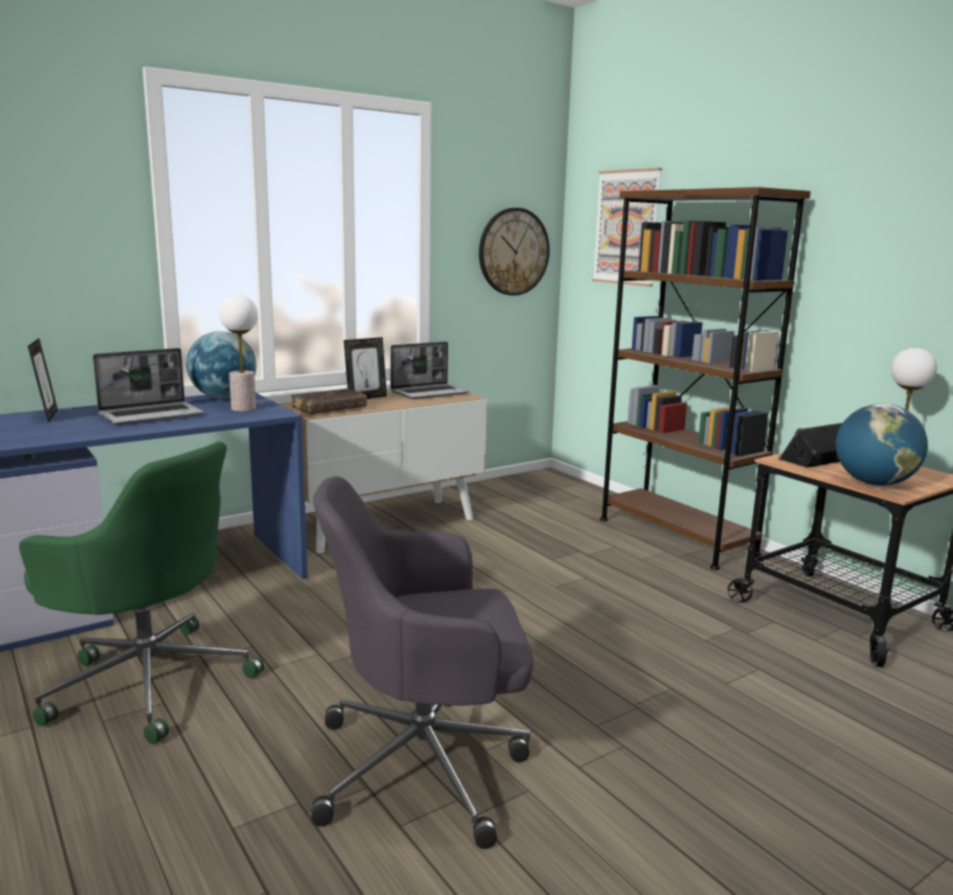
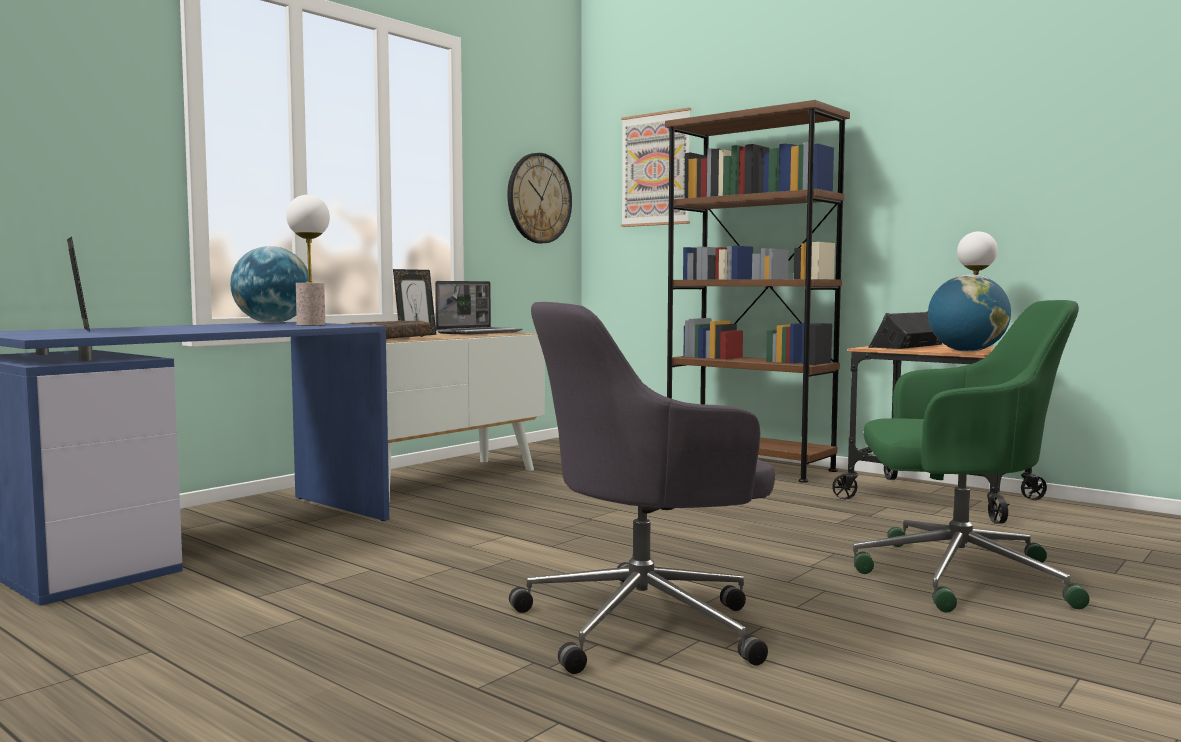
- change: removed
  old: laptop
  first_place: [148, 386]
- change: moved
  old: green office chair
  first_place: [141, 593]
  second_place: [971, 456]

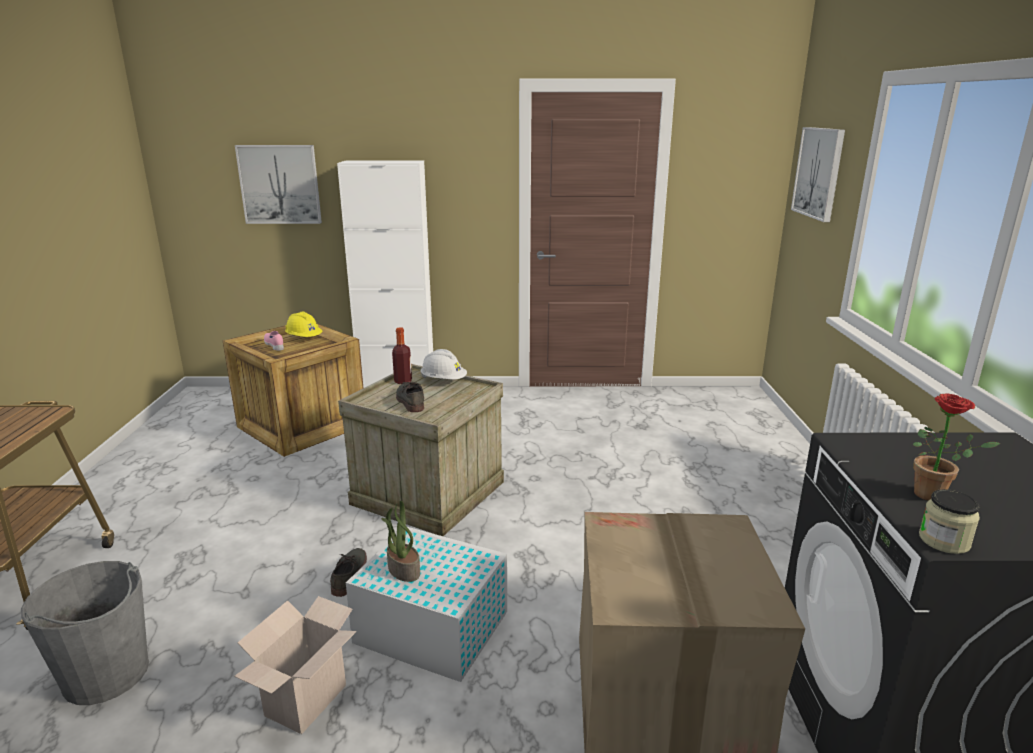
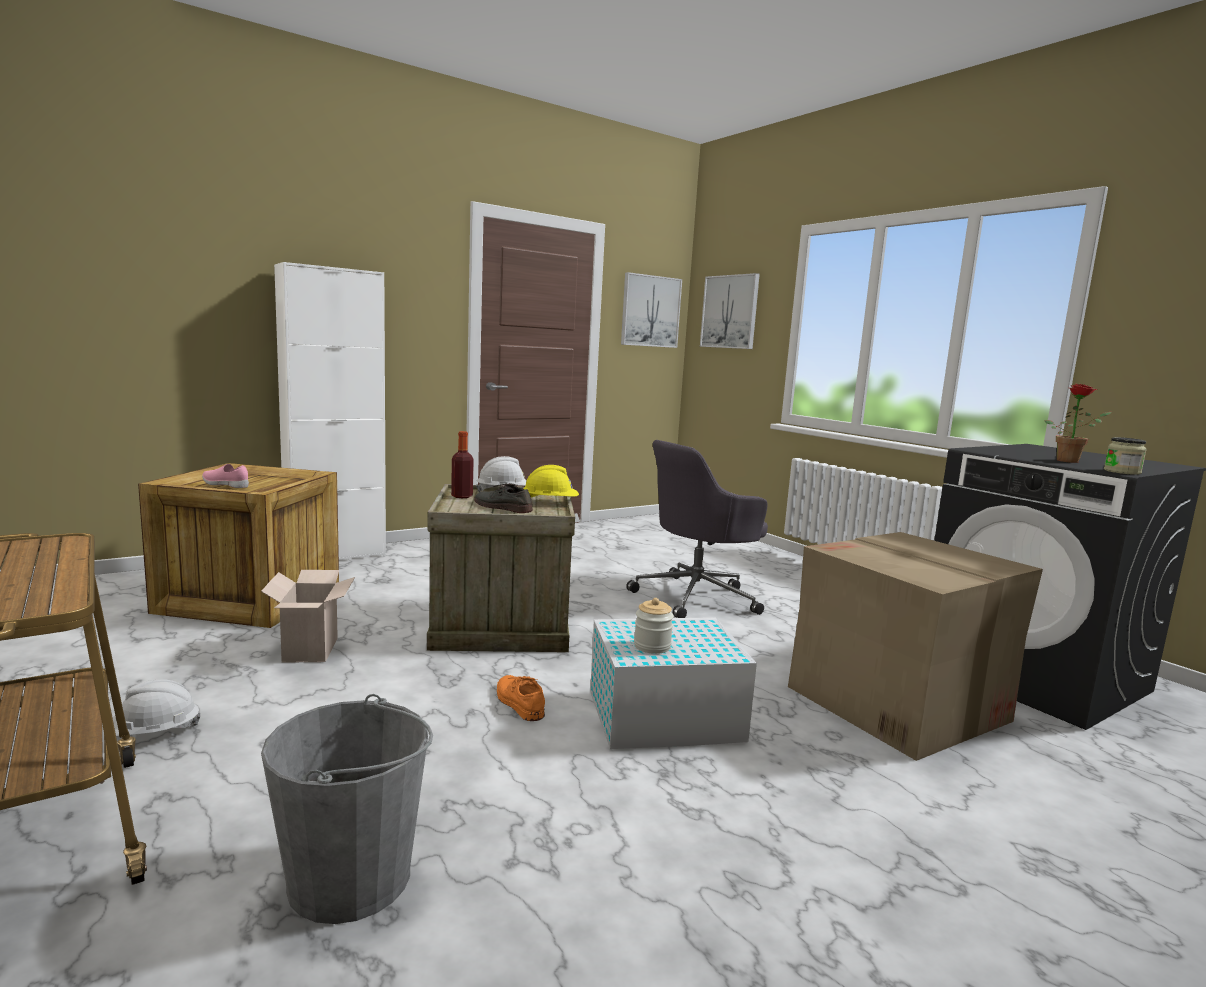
- change: moved
  old: picture
  first_place: [278, 184]
  second_place: [651, 310]
- change: moved
  old: yellow hard hat
  first_place: [303, 324]
  second_place: [551, 481]
- change: replaced
  old: potted plant
  new: jar
  first_place: [400, 541]
  second_place: [654, 626]
- change: recoloured
  old: grey shoe
  new: orange shoe
  first_place: [348, 572]
  second_place: [521, 698]
- change: moved
  old: cardboard box
  first_place: [295, 665]
  second_place: [308, 616]
- change: added
  new: grey office chair
  second_place: [697, 529]
- change: added
  new: white hard hat
  second_place: [156, 707]

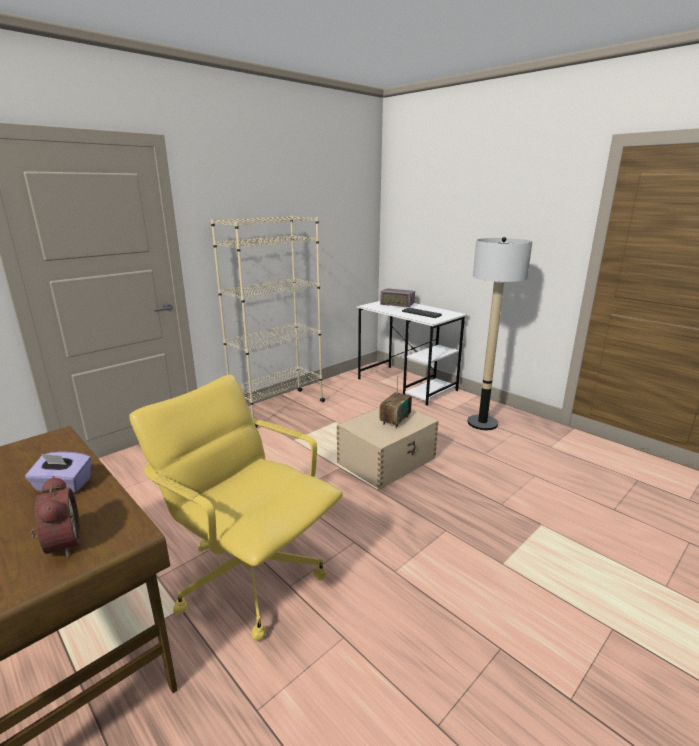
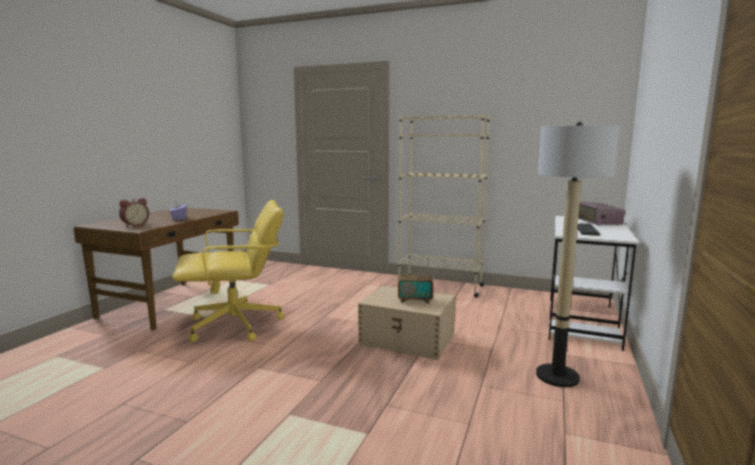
- change: turned
  old: yellow office chair
  first_place: [236, 508]
  second_place: [228, 271]
  degrees: 60

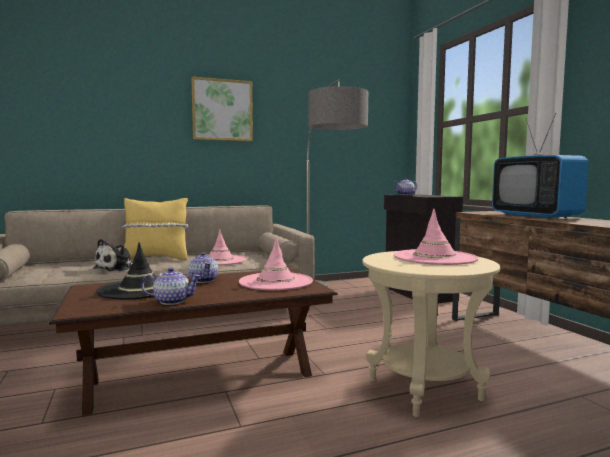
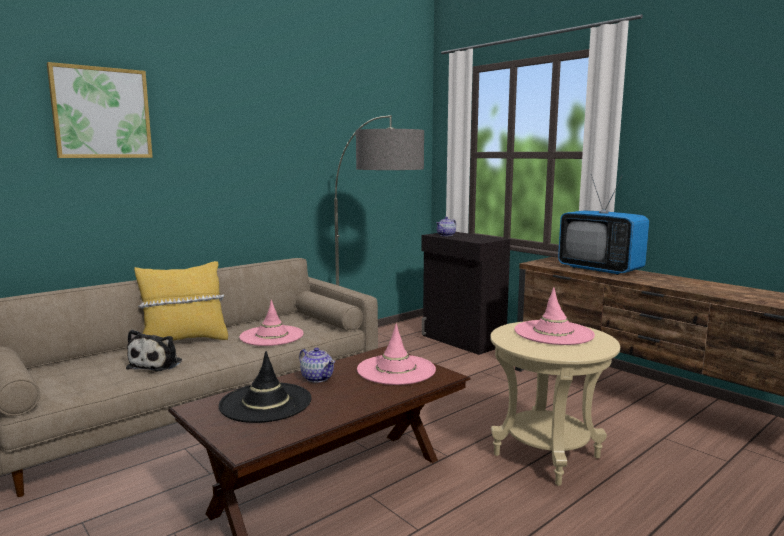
- change: moved
  old: picture
  first_place: [222, 108]
  second_place: [100, 110]
- change: removed
  old: teapot
  first_place: [171, 286]

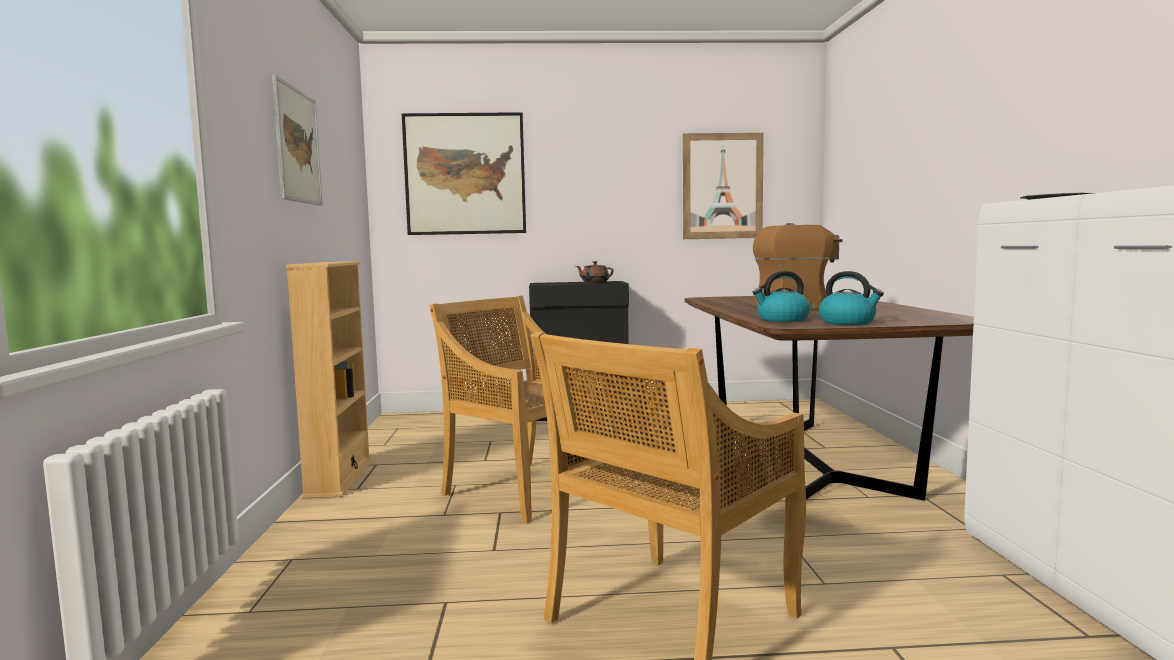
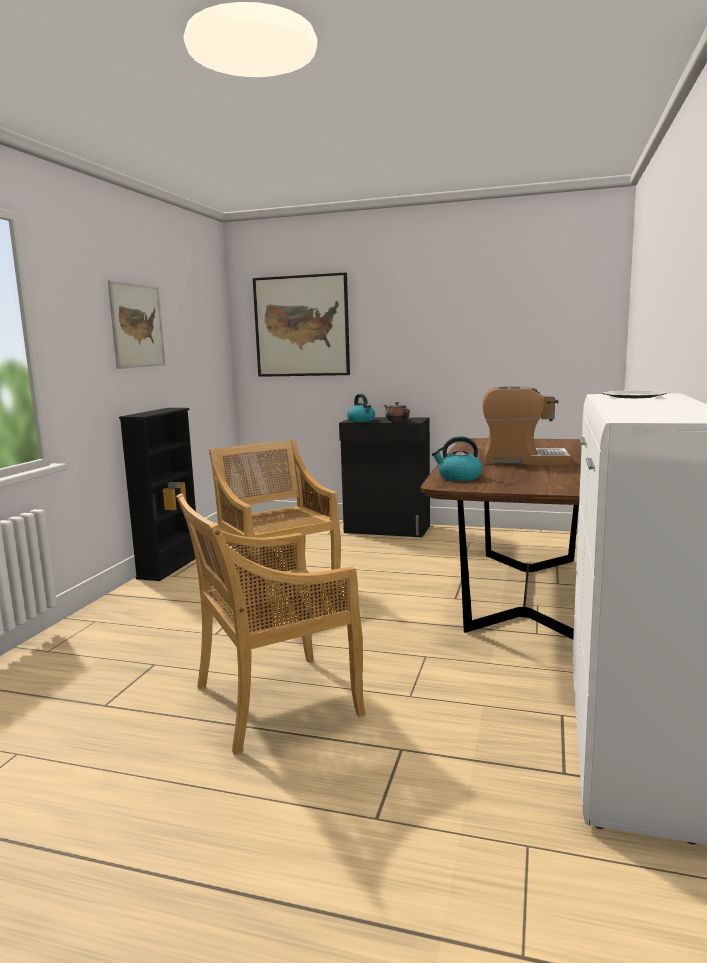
- change: removed
  old: picture
  first_place: [723, 186]
- change: recoloured
  old: beige bookcase
  new: black bookcase
  first_place: [329, 379]
  second_place: [157, 494]
- change: moved
  old: kettle
  first_place: [851, 298]
  second_place: [361, 408]

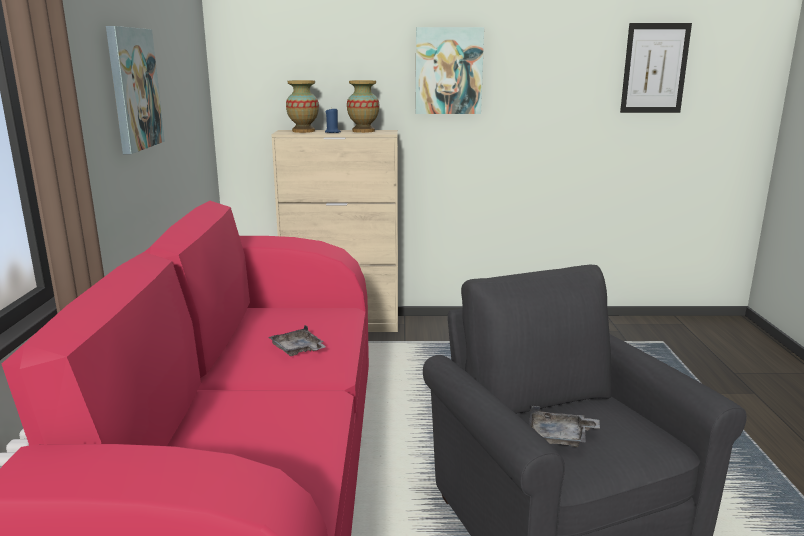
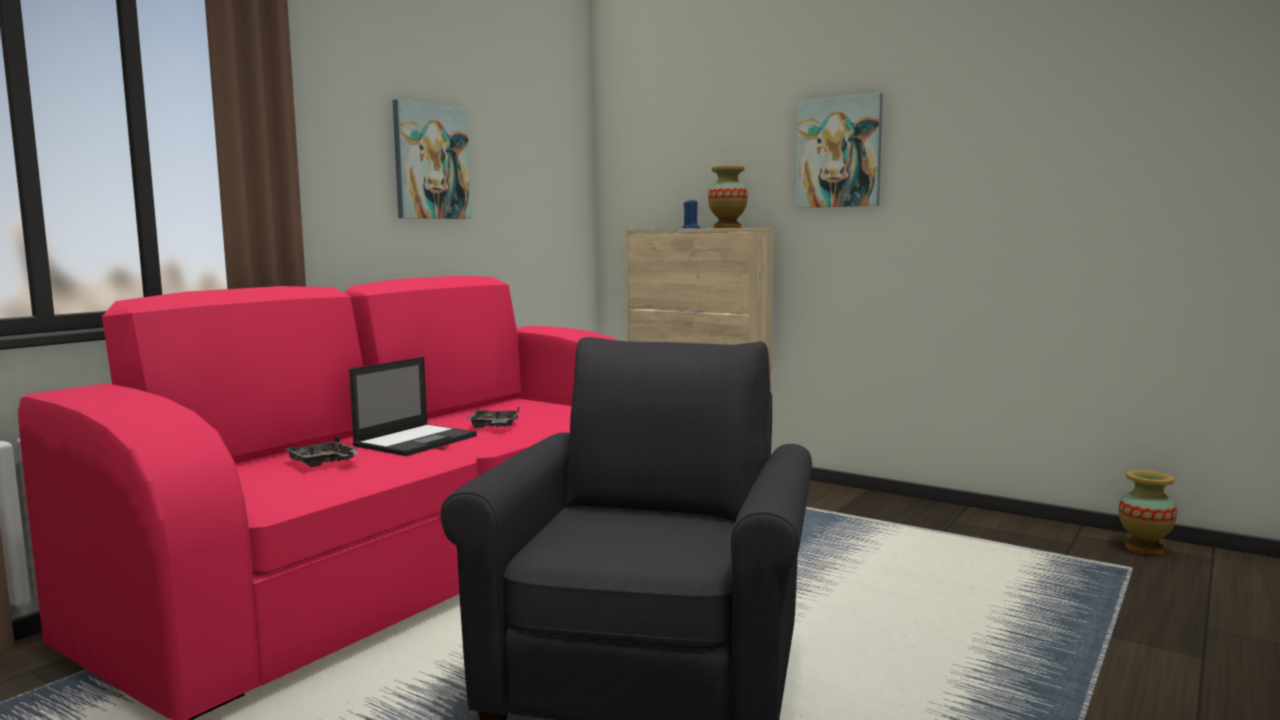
- change: removed
  old: picture
  first_place: [656, 68]
- change: moved
  old: vase
  first_place: [302, 106]
  second_place: [1148, 512]
- change: moved
  old: grey tray
  first_place: [564, 426]
  second_place: [321, 451]
- change: added
  new: laptop
  second_place: [413, 406]

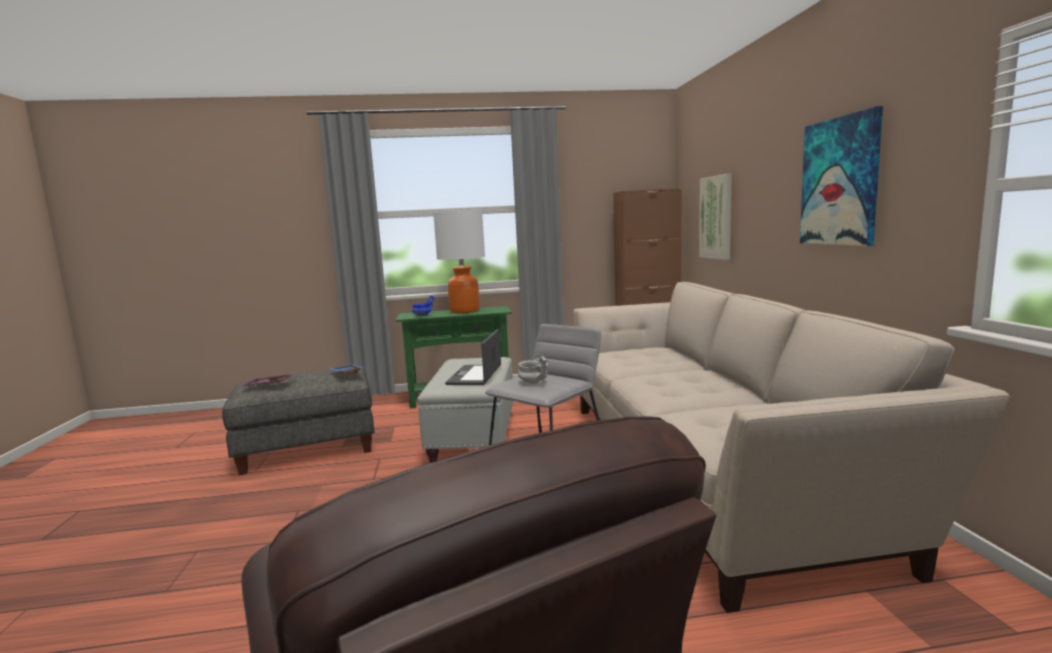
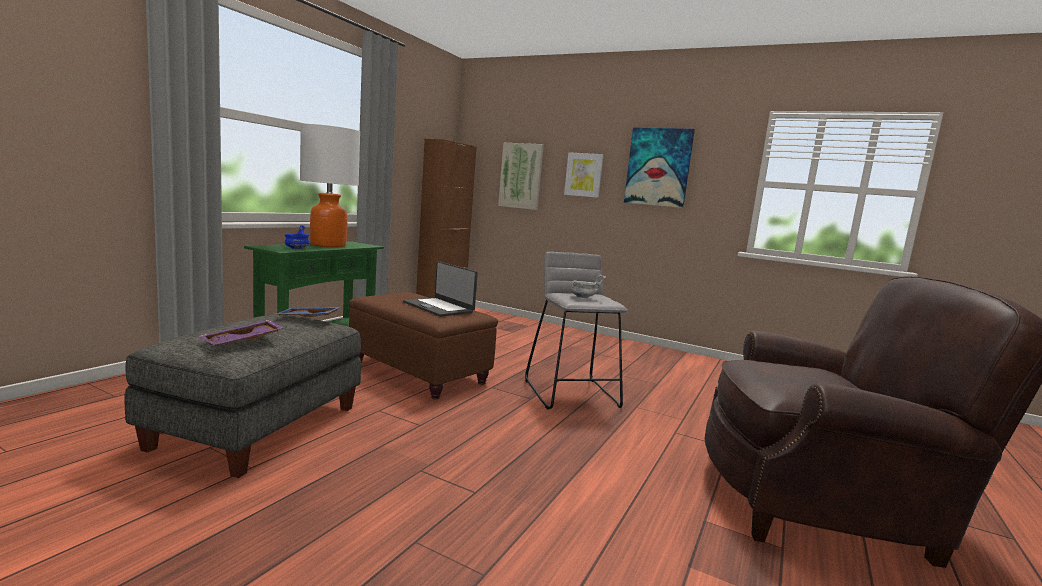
- change: removed
  old: beige sofa
  first_place: [791, 447]
- change: recoloured
  old: grey ottoman
  new: brown ottoman
  first_place: [465, 410]
  second_place: [423, 345]
- change: added
  new: picture
  second_place: [584, 175]

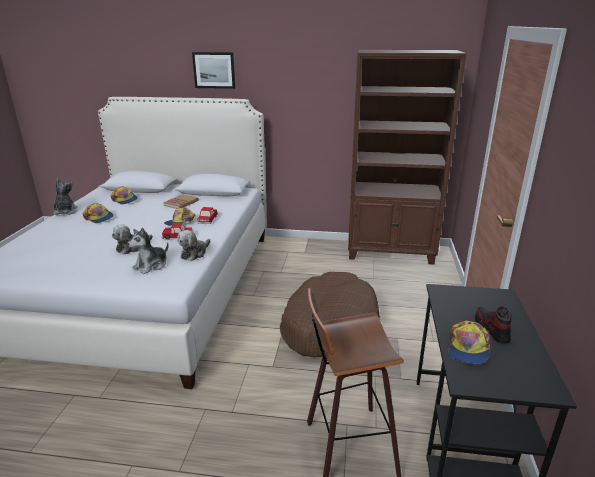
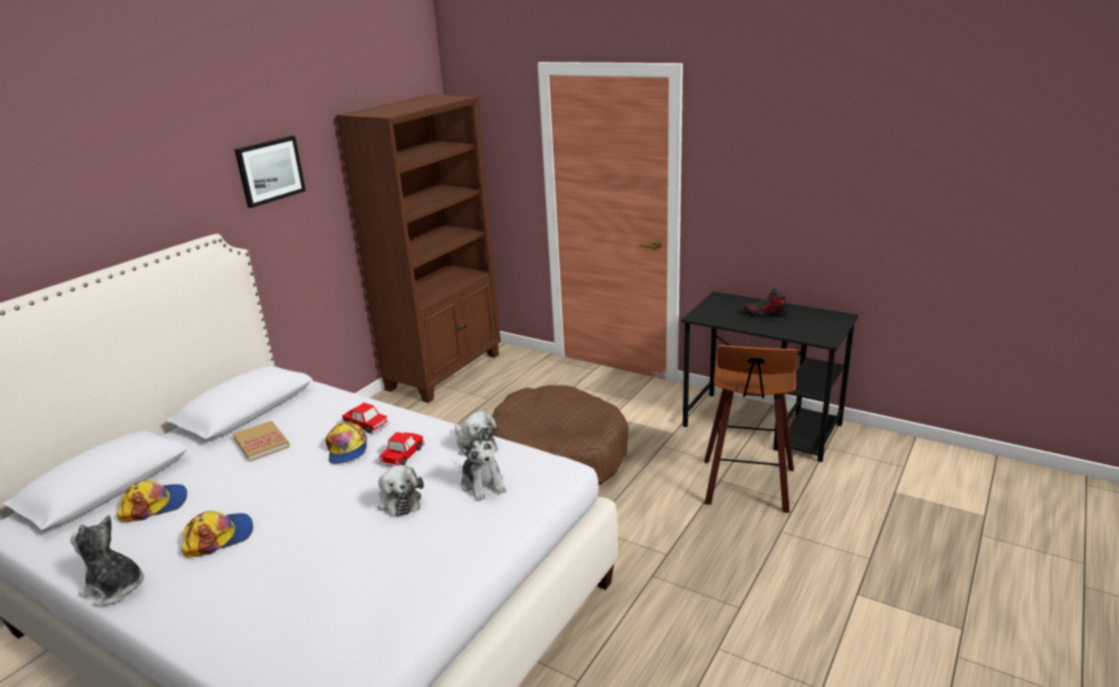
- change: moved
  old: picture
  first_place: [213, 70]
  second_place: [270, 172]
- change: removed
  old: cap
  first_place: [469, 342]

